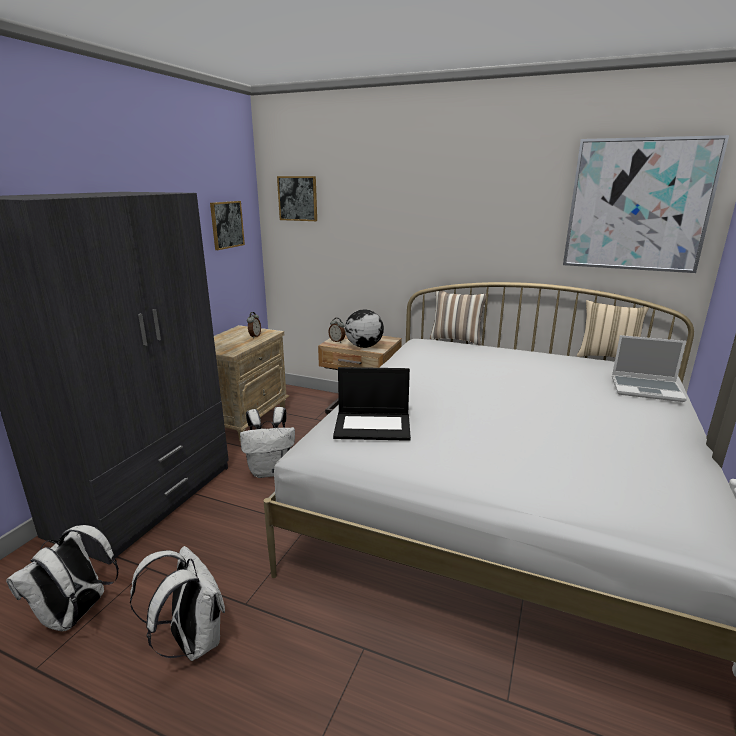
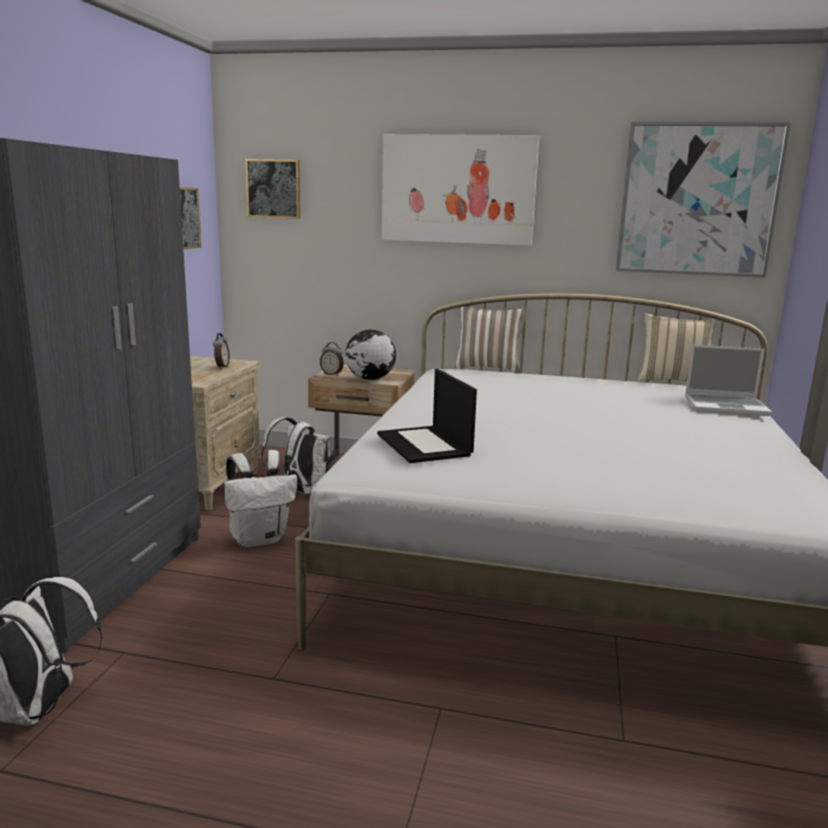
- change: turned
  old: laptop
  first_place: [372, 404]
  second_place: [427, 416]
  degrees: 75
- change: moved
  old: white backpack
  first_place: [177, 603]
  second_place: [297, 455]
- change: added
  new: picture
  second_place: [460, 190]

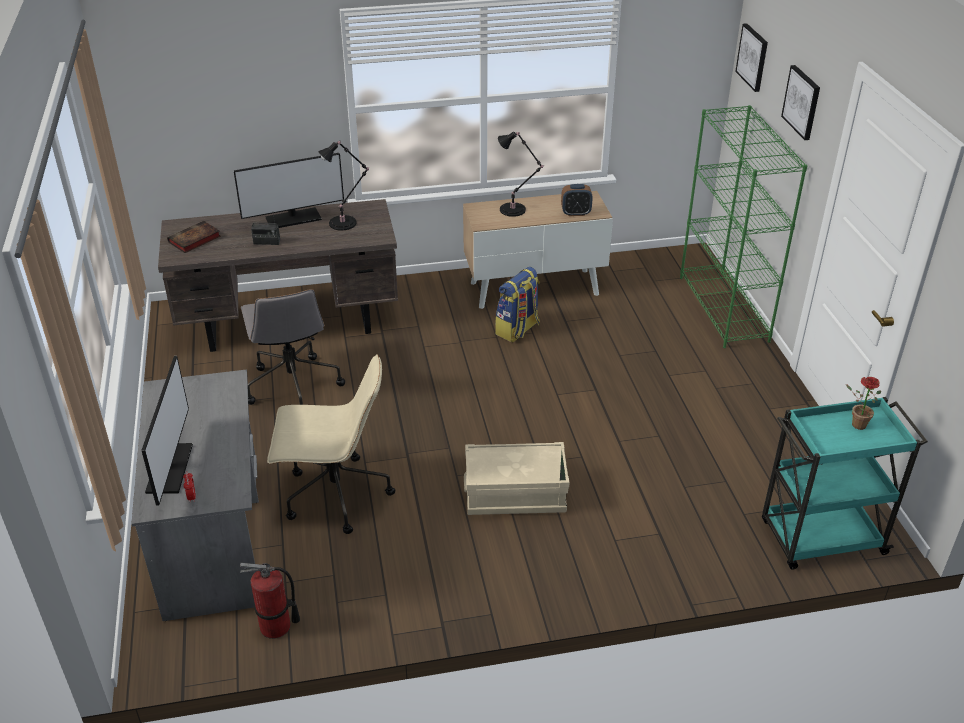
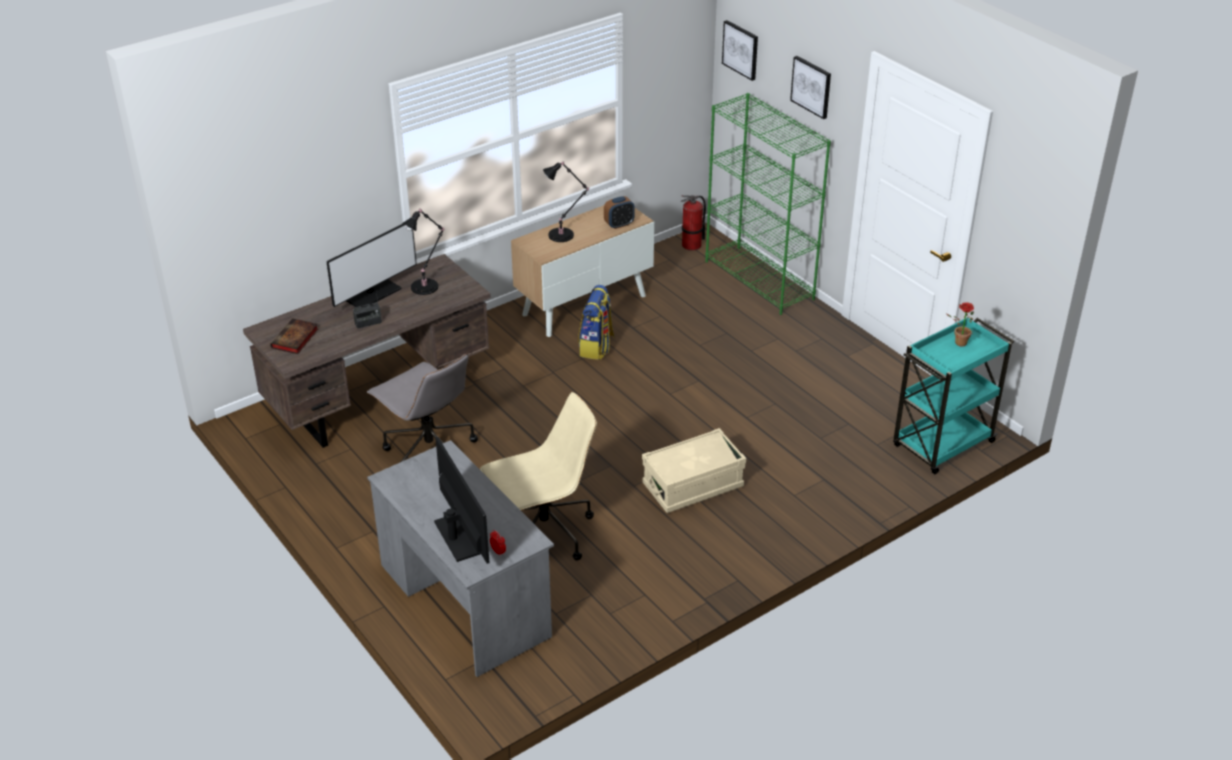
- change: moved
  old: fire extinguisher
  first_place: [270, 600]
  second_place: [693, 223]

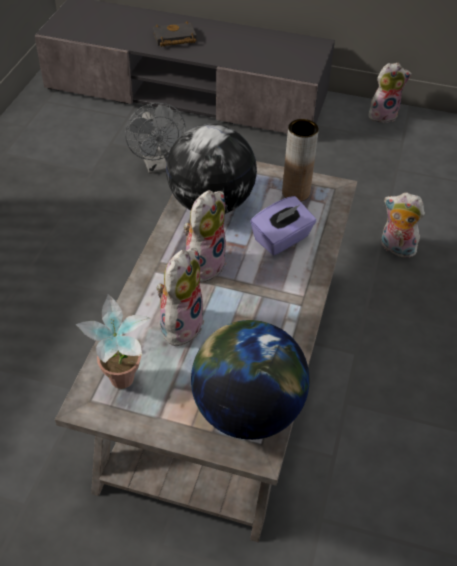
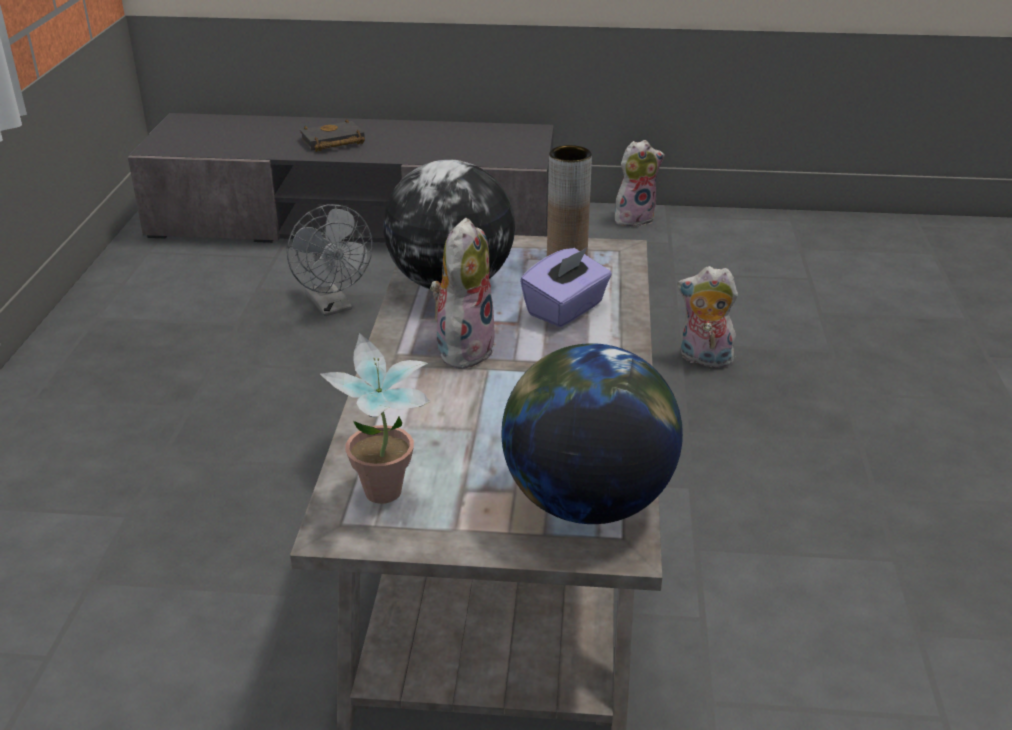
- change: removed
  old: plush toy
  first_place: [180, 299]

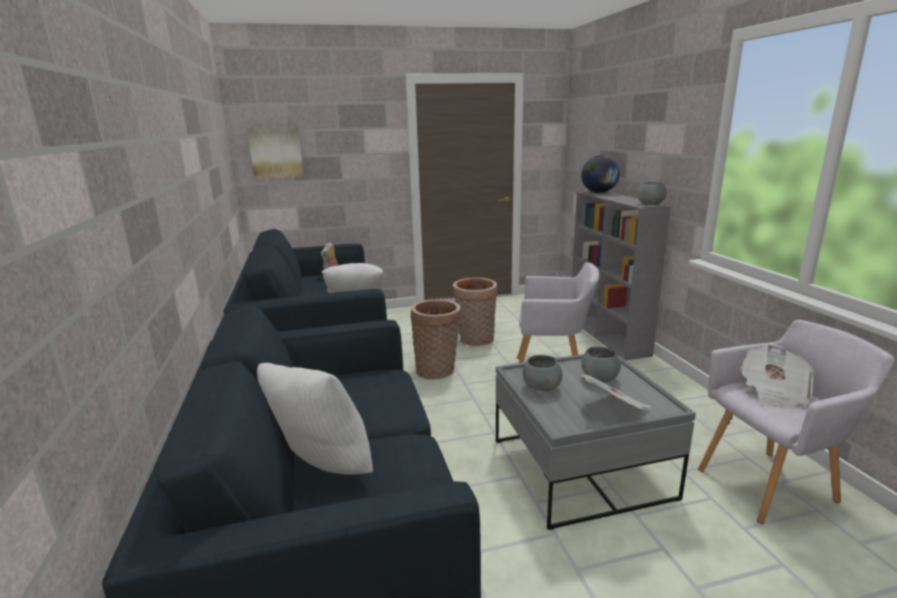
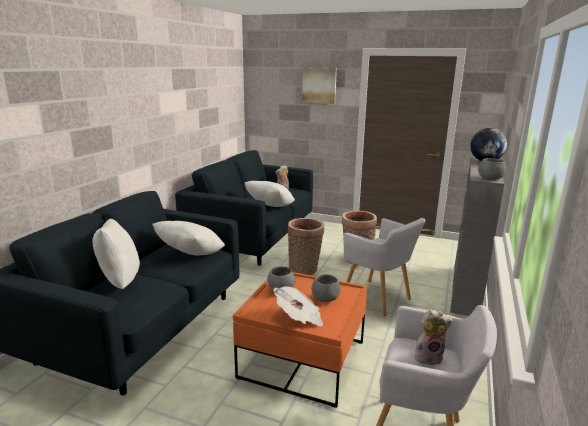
- change: moved
  old: picture
  first_place: [275, 153]
  second_place: [319, 85]
- change: replaced
  old: newspaper
  new: plush toy
  first_place: [777, 376]
  second_place: [434, 337]
- change: recoloured
  old: grey coffee table
  new: orange coffee table
  first_place: [596, 442]
  second_place: [300, 340]
- change: added
  new: white pillow
  second_place: [188, 238]

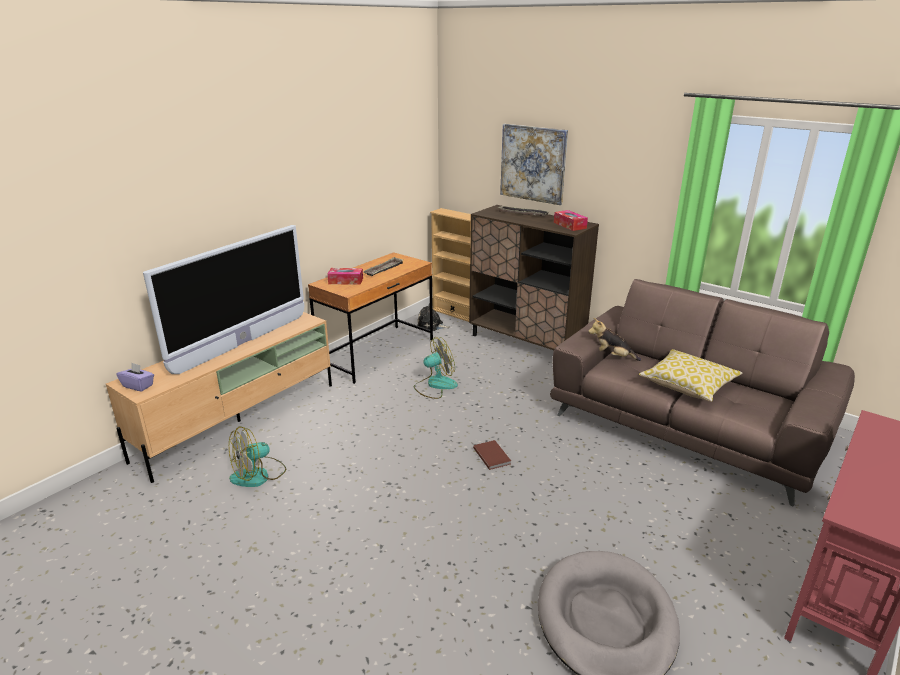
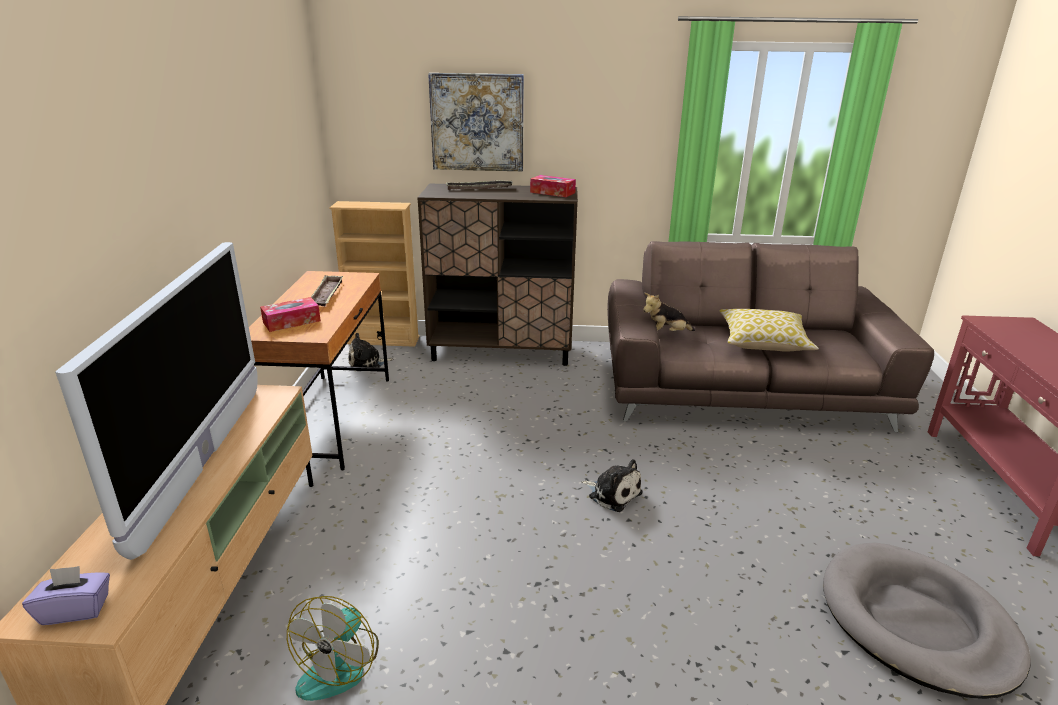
- change: removed
  old: fan
  first_place: [436, 368]
- change: replaced
  old: brown book
  new: plush toy
  first_place: [492, 455]
  second_place: [612, 485]

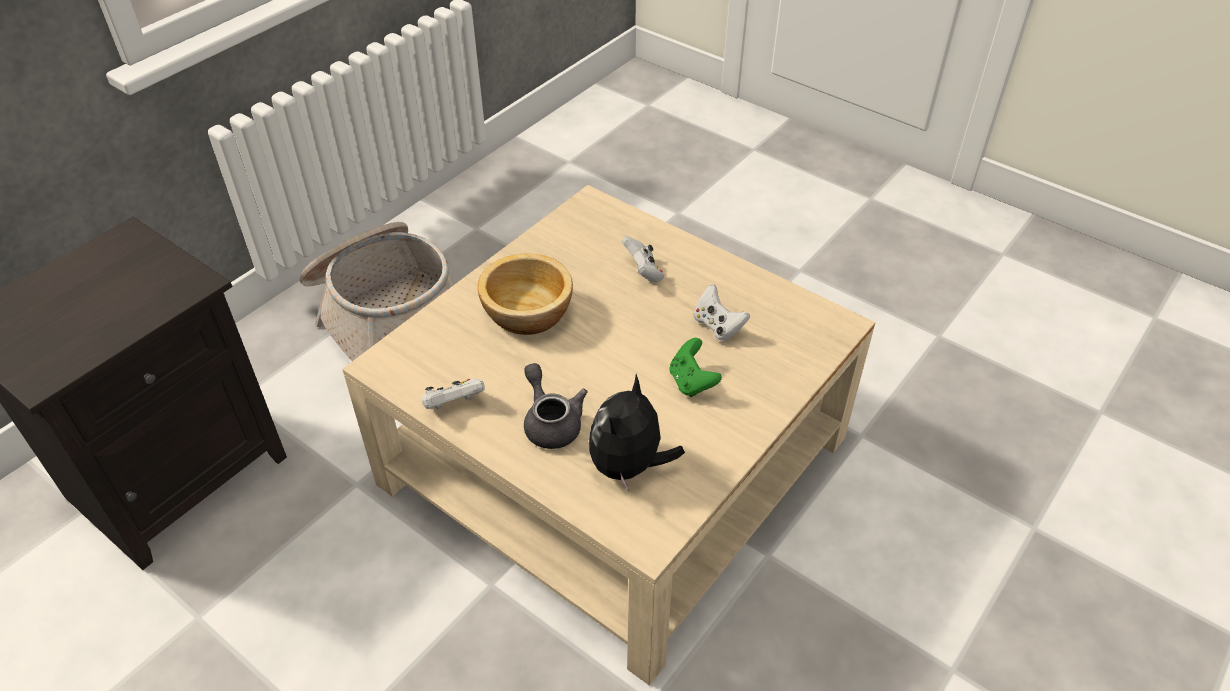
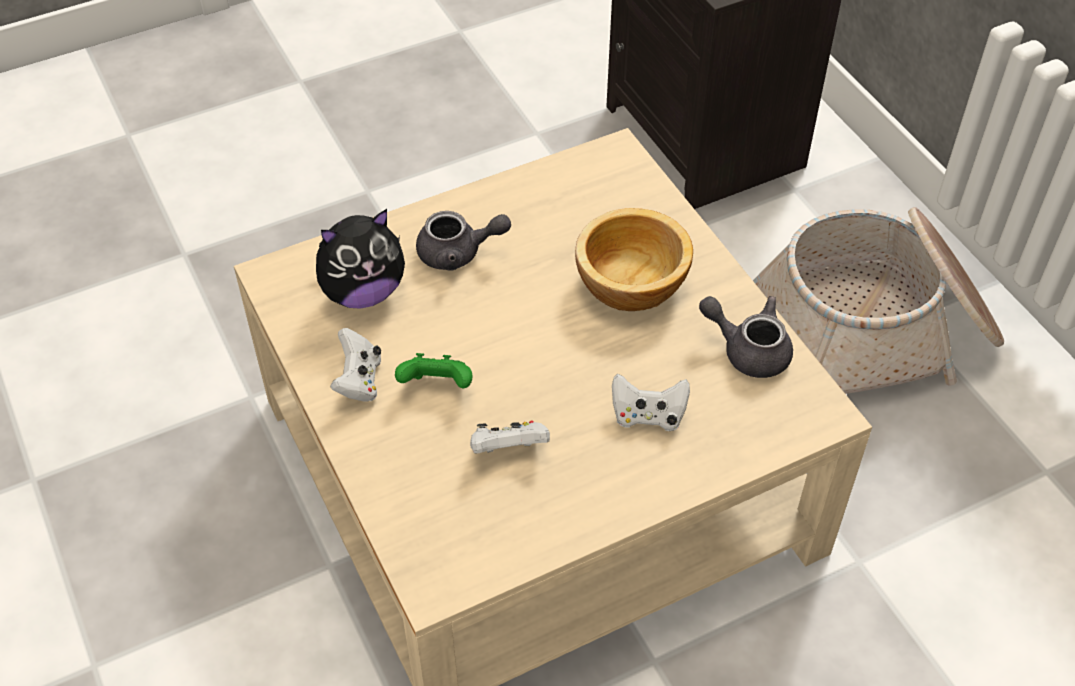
- change: turned
  old: plush toy
  first_place: [637, 433]
  second_place: [360, 259]
  degrees: 105
- change: moved
  old: white game controller
  first_place: [453, 394]
  second_place: [355, 365]
- change: added
  new: grey teapot
  second_place: [746, 337]

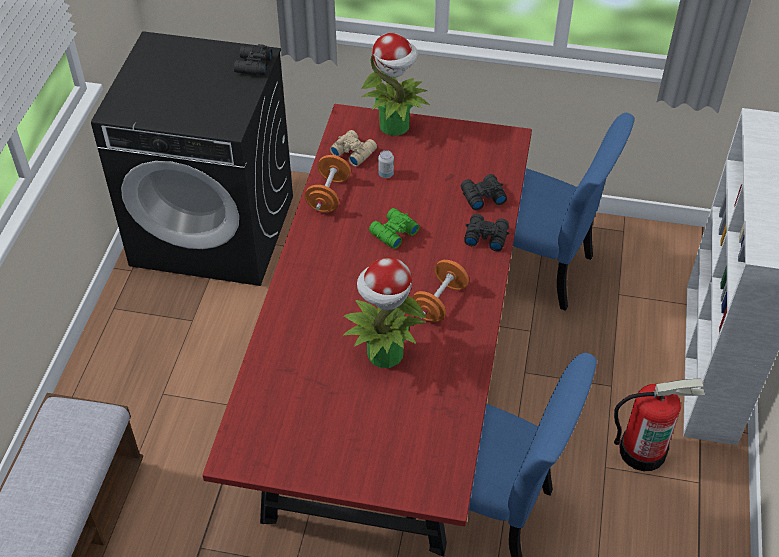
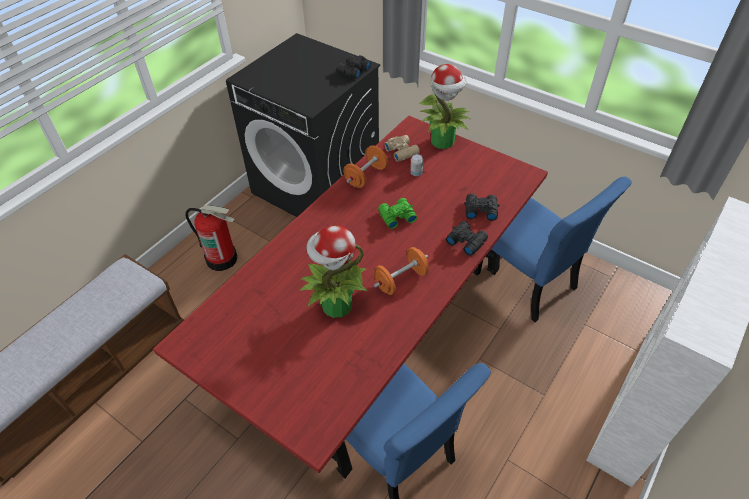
- change: moved
  old: fire extinguisher
  first_place: [659, 425]
  second_place: [211, 238]

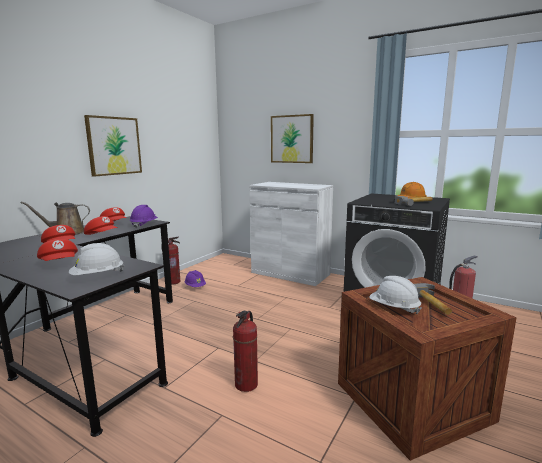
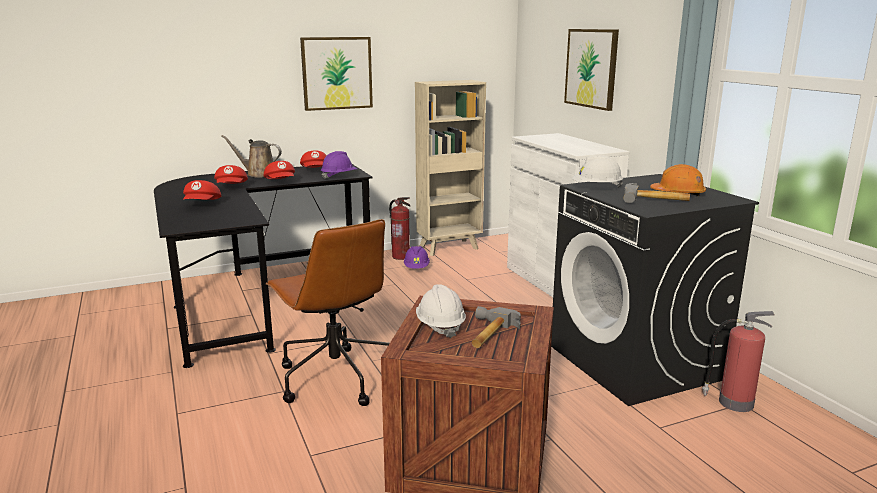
- change: moved
  old: white hard hat
  first_place: [96, 259]
  second_place: [597, 171]
- change: replaced
  old: fire extinguisher
  new: brown office chair
  first_place: [245, 351]
  second_place: [328, 312]
- change: added
  new: beige bookcase
  second_place: [450, 168]

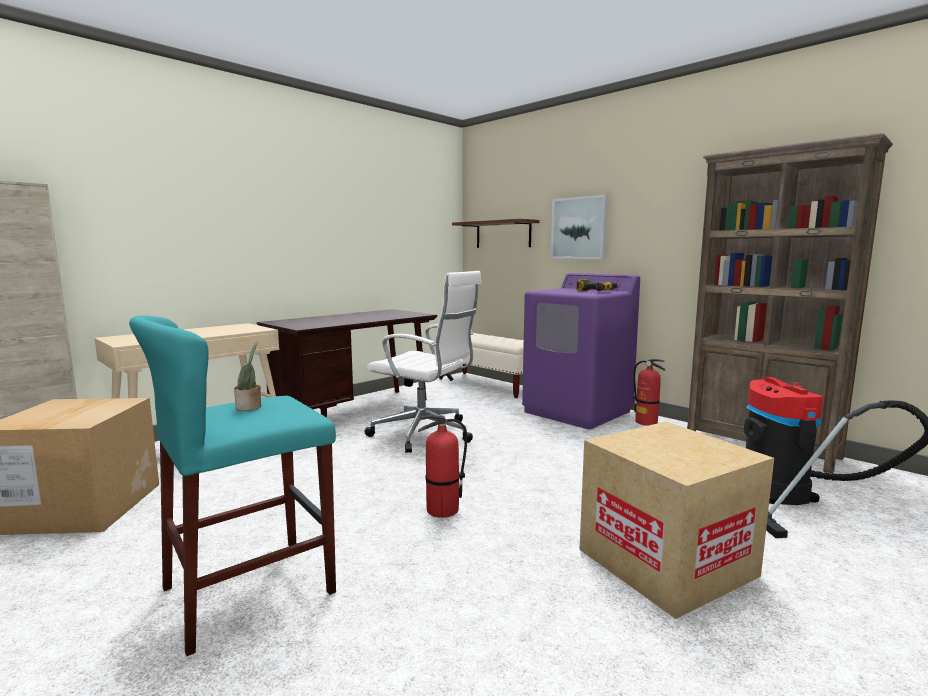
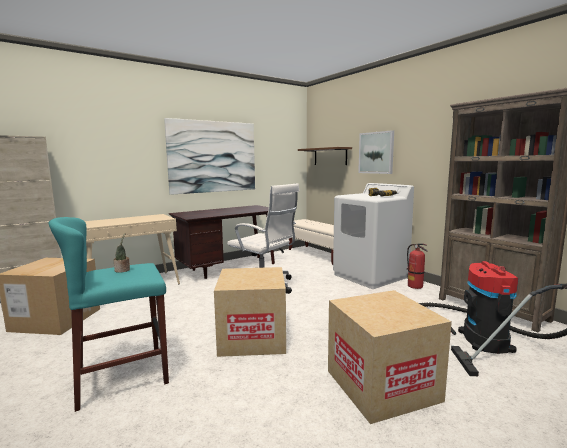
- change: recoloured
  old: purple washing machine
  new: white washing machine
  first_place: [581, 351]
  second_place: [373, 236]
- change: replaced
  old: fire extinguisher
  new: cardboard box
  first_place: [442, 466]
  second_place: [250, 312]
- change: added
  new: picture
  second_place: [209, 156]

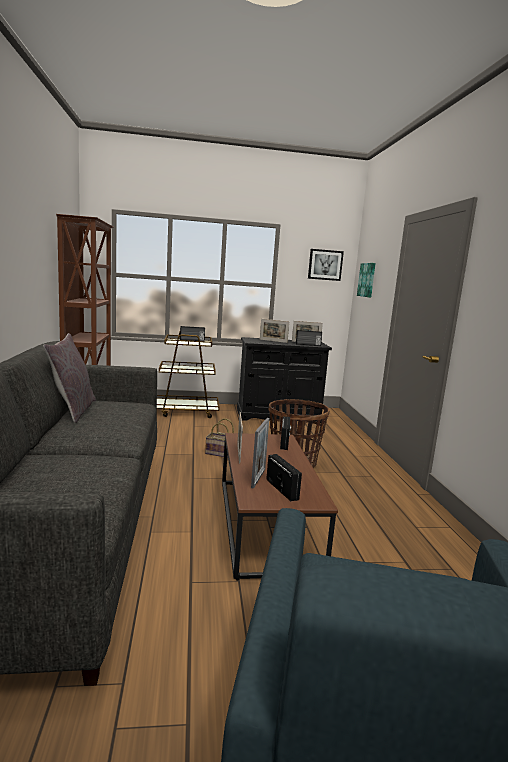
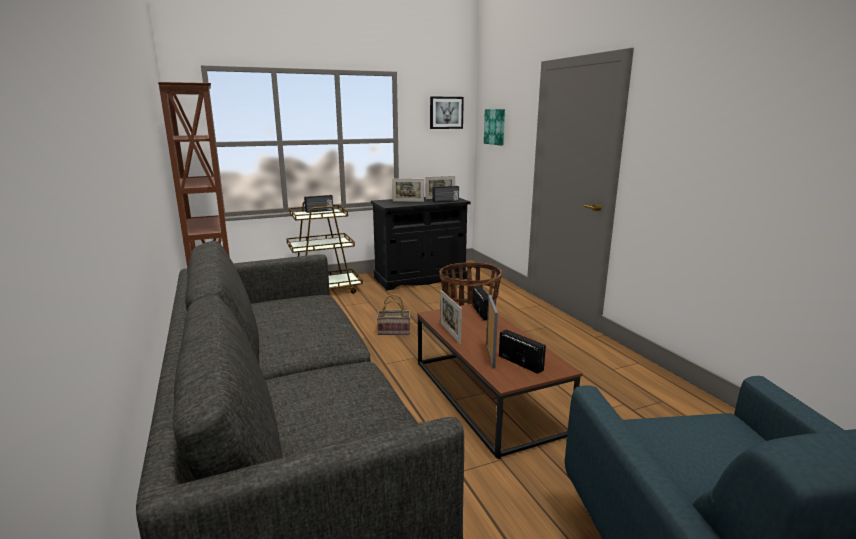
- change: removed
  old: grey pillow
  first_place: [69, 378]

